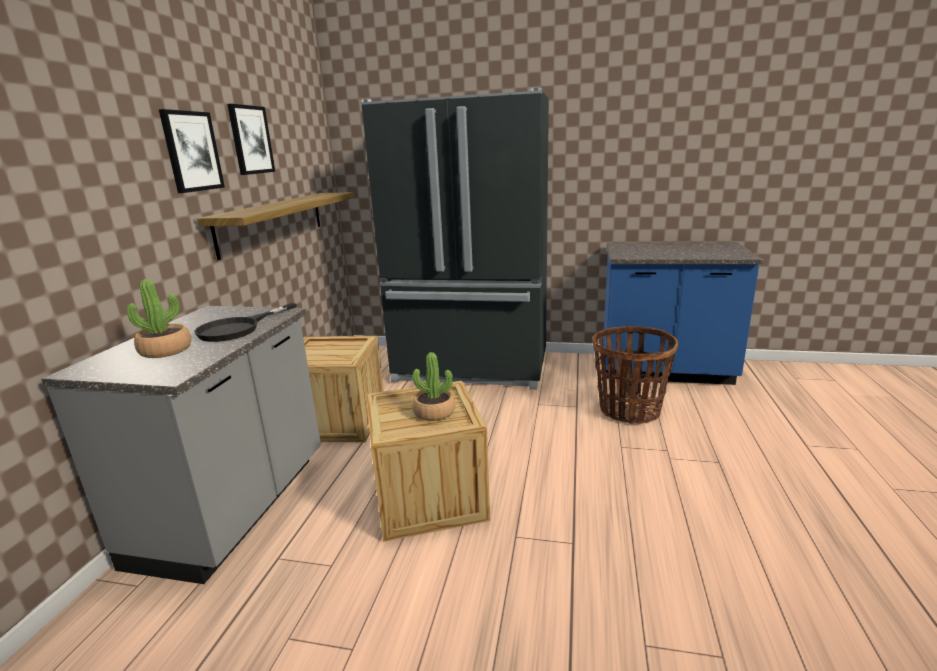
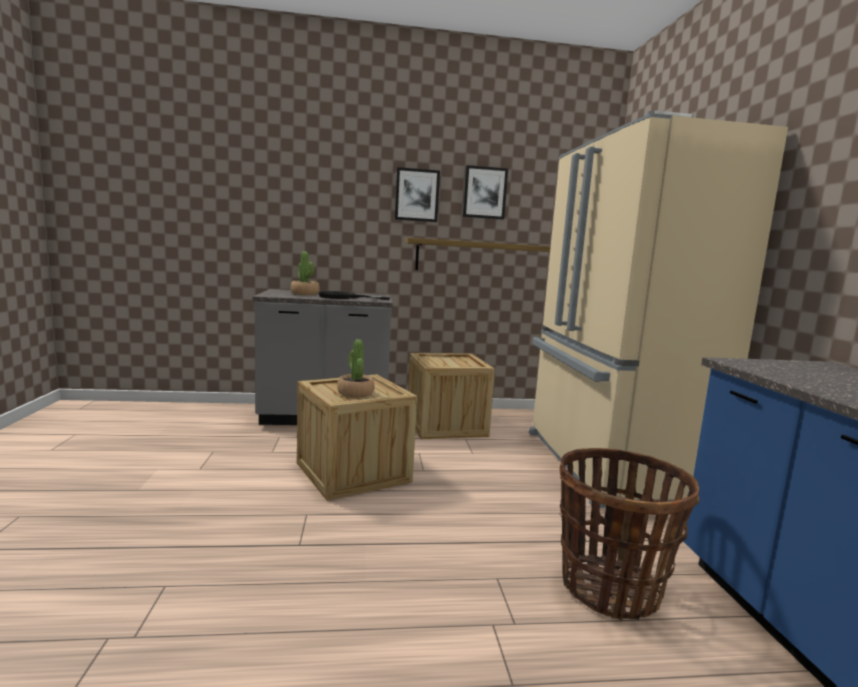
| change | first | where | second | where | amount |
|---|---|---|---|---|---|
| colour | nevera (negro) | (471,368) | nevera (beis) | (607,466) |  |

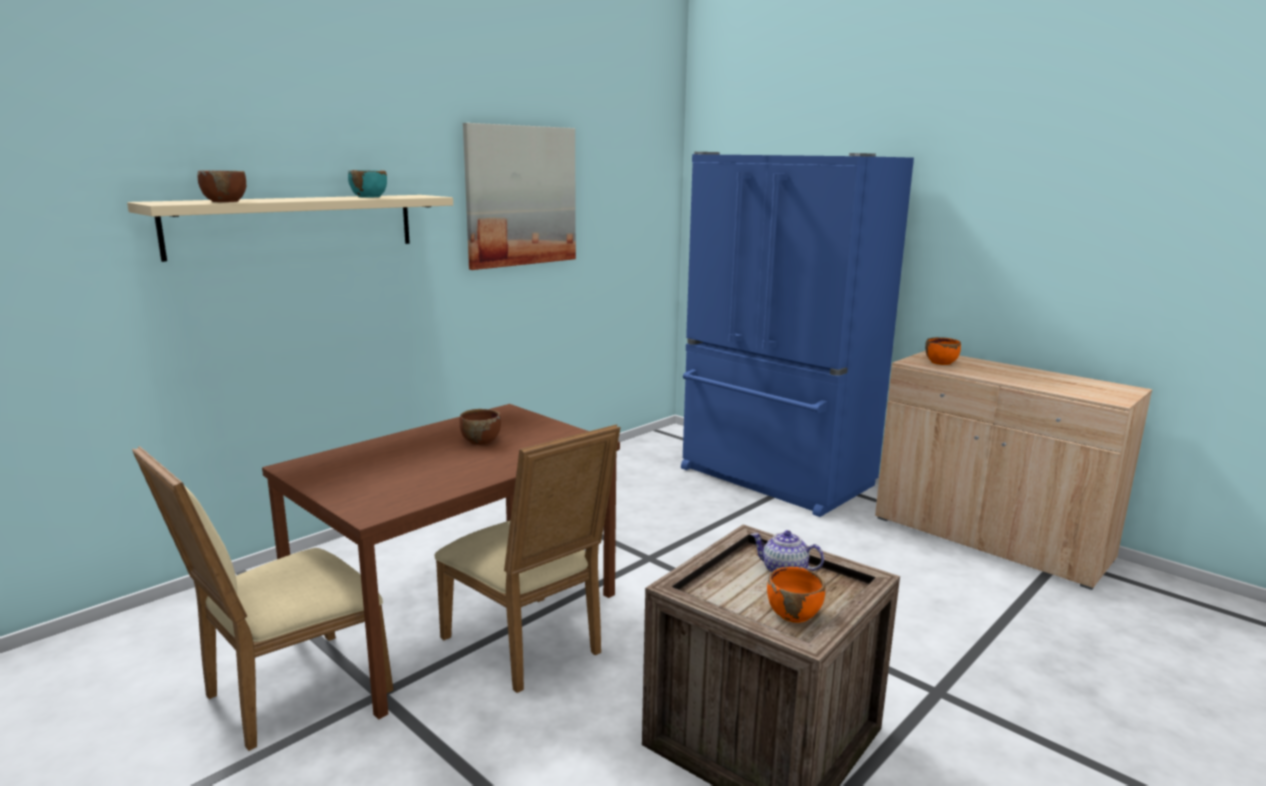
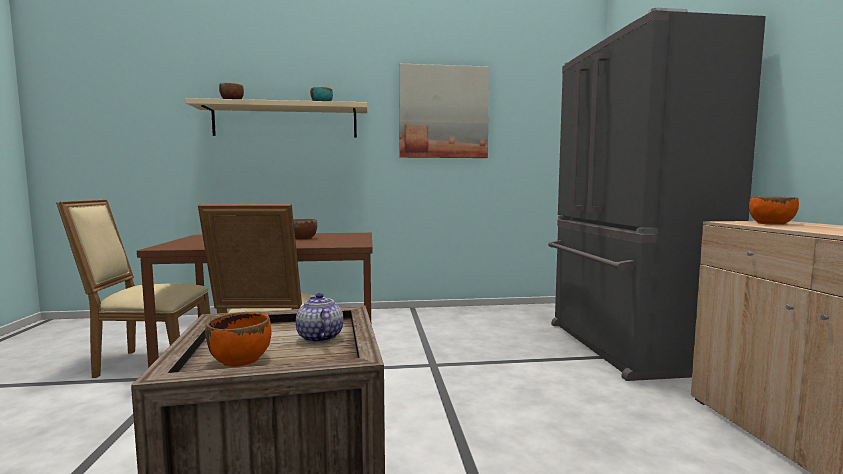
| change | first | where | second | where | amount |
|---|---|---|---|---|---|
| colour | nevera (azul) | (774,478) | nevera (gris) | (625,347) |  |

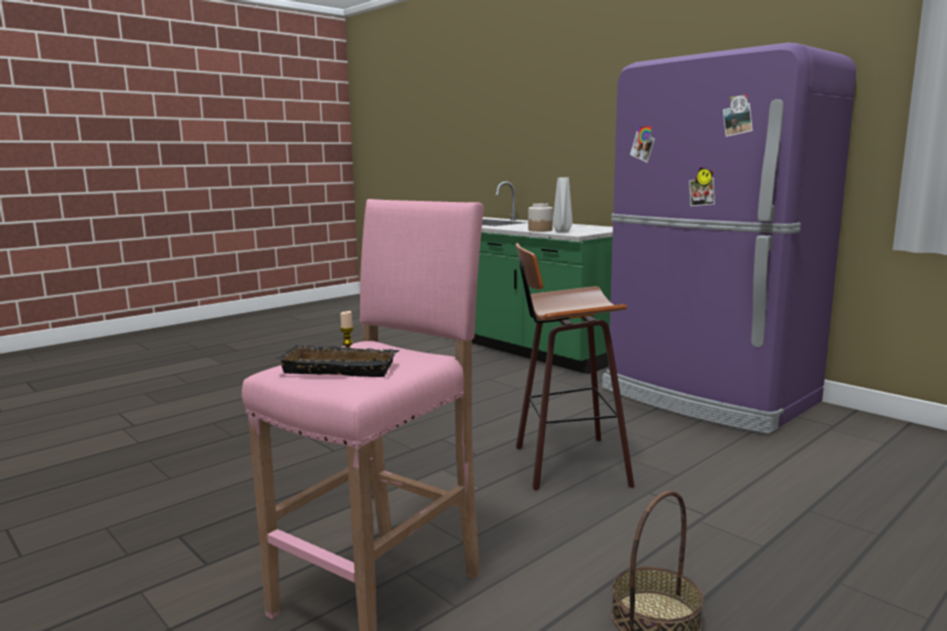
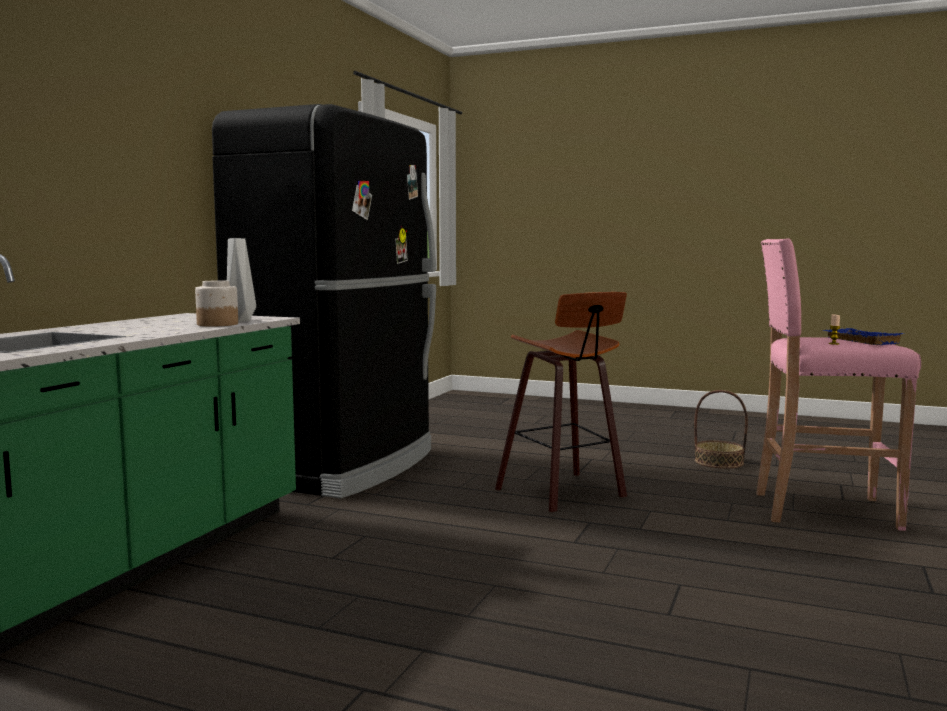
| change | first | where | second | where | amount |
|---|---|---|---|---|---|
| colour | nevera (morado) | (707,397) | nevera (negro) | (341,466) |  |
| colour | bandeja (negro) | (342,367) | bandeja (azul) | (859,341) |  |

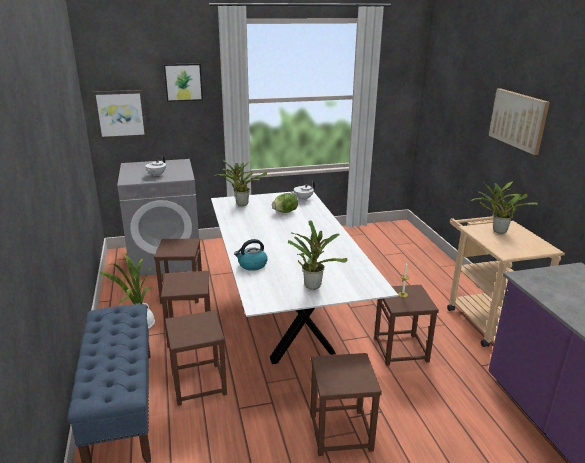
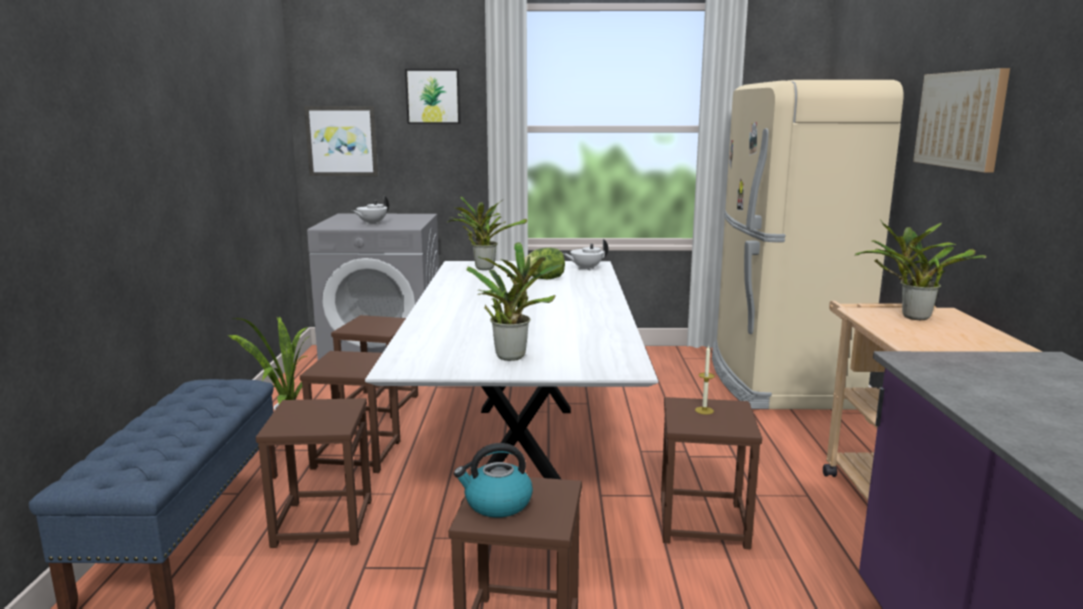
| change | first | where | second | where | amount |
|---|---|---|---|---|---|
| relocated | hervidor | (252,265) |  | (497,504) |  |
| appeared |  |  | nevera (beis) | (778,380) |  |

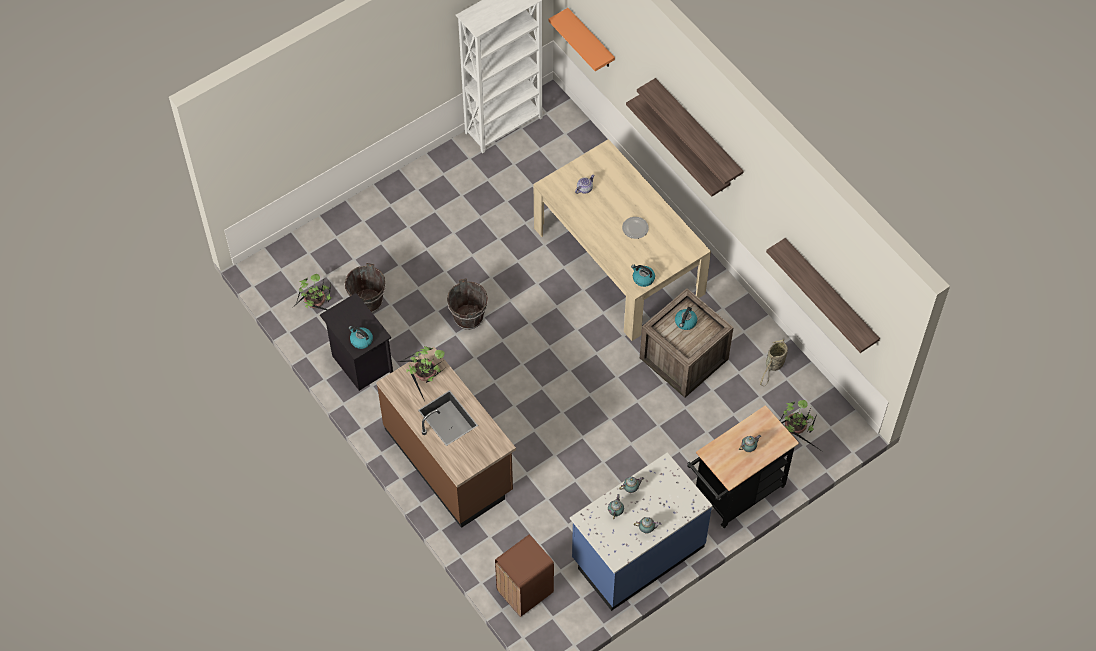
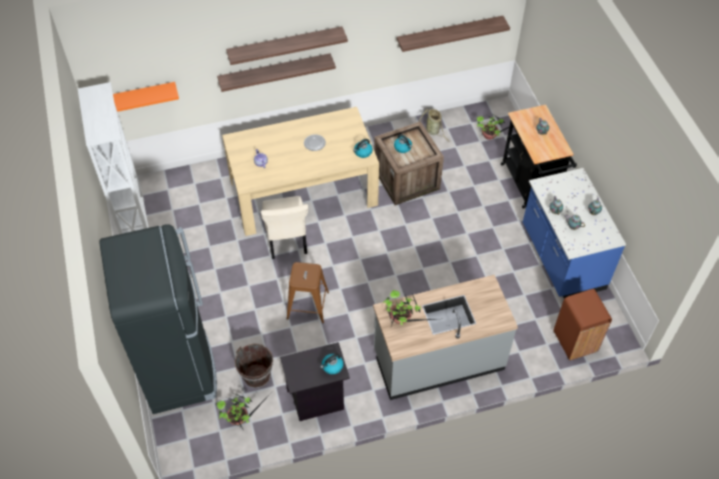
| change | first | where | second | where | amount |
|---|---|---|---|---|---|
| appeared |  |  | nevera (negro) | (179,368) |  |
| appeared |  |  | silla (beis) | (286,240) |  |
| exchanged | cubo (marrón) | (468,317) | taburete (marrón) | (308,305) |  |
| colour | mueble bajo de cocina (marrón) | (449,460) | mueble bajo de cocina (gris) | (438,359) |  |

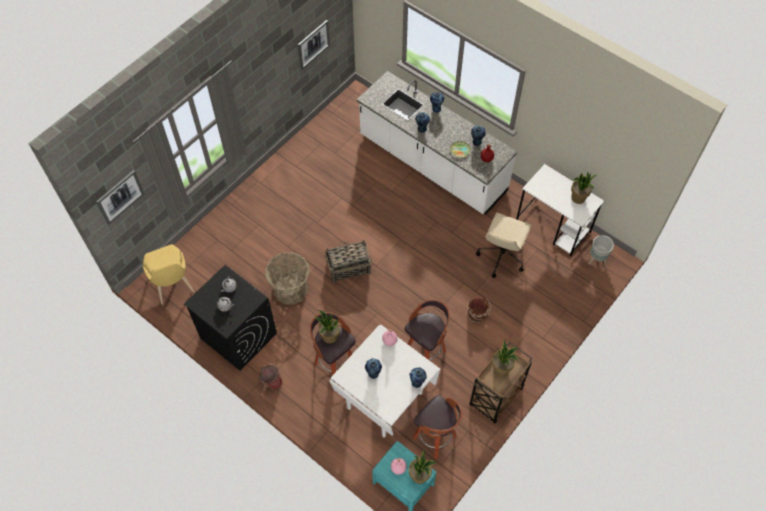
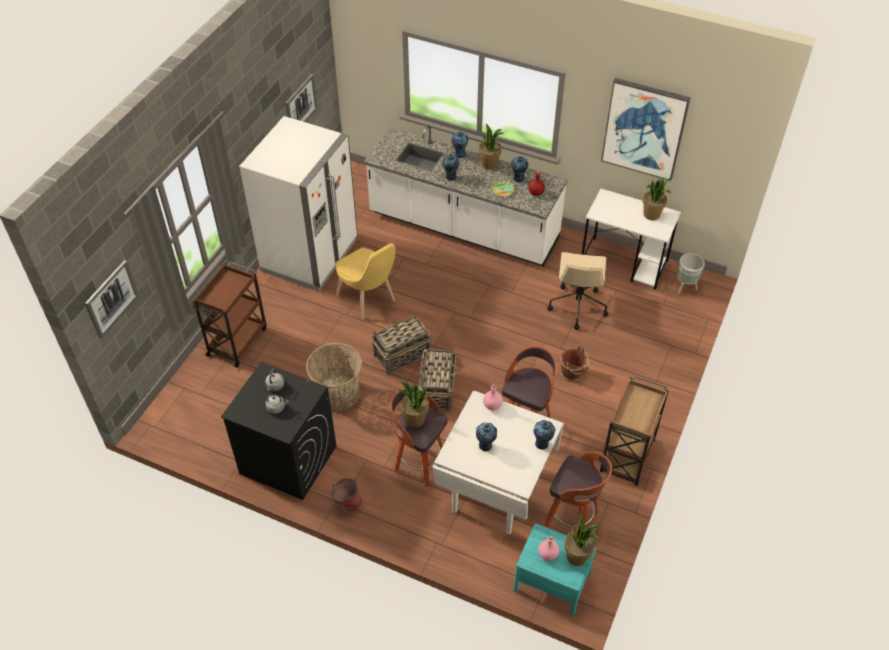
| change | first | where | second | where | amount |
|---|---|---|---|---|---|
| appeared |  |  | carrito (marrón) | (238,341) |  |
| appeared |  |  | nevera (blanco) | (310,256) |  |
| relocated | silla (amarillo) | (173,286) |  | (368,300) |  |
| appeared |  |  | cesta | (437,389) |  |
| relocated | planta en maceta | (501,369) |  | (489,164) |  |
| appeared |  |  | cuadro | (644,128) |  |

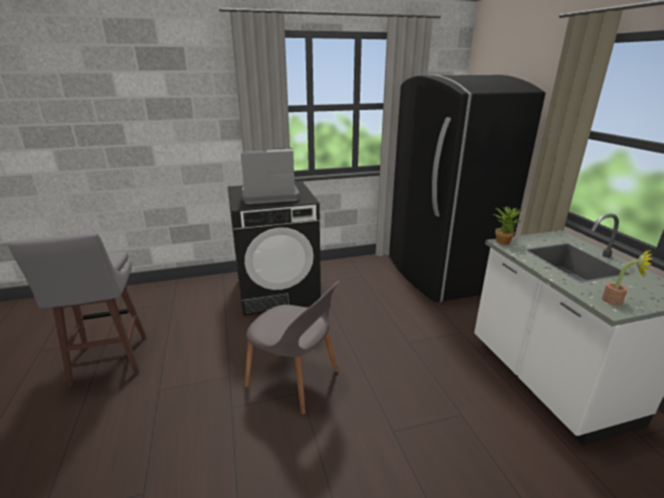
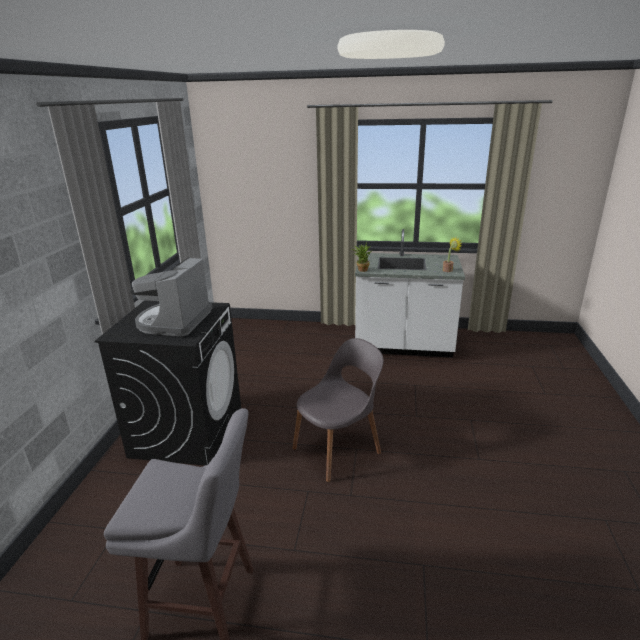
| change | first | where | second | where | amount |
|---|---|---|---|---|---|
| missing | nevera (negro) | (438,272) |  |  |  |

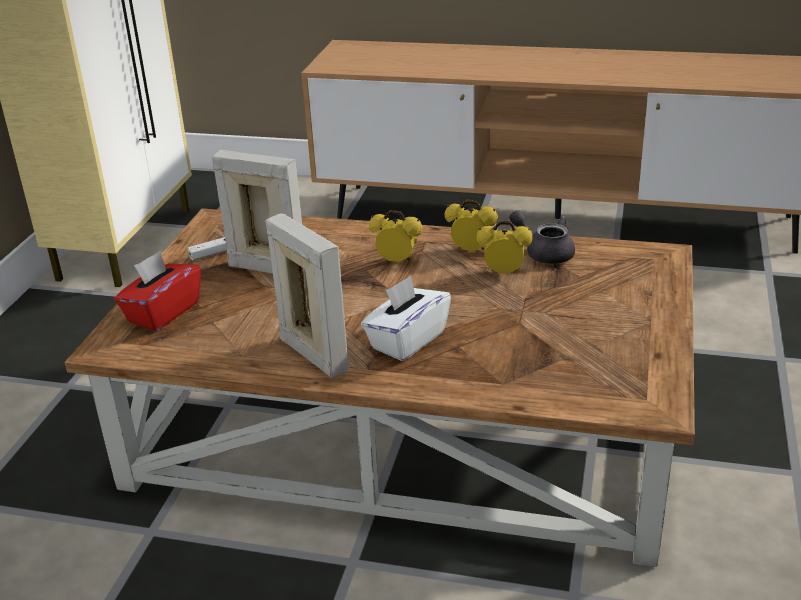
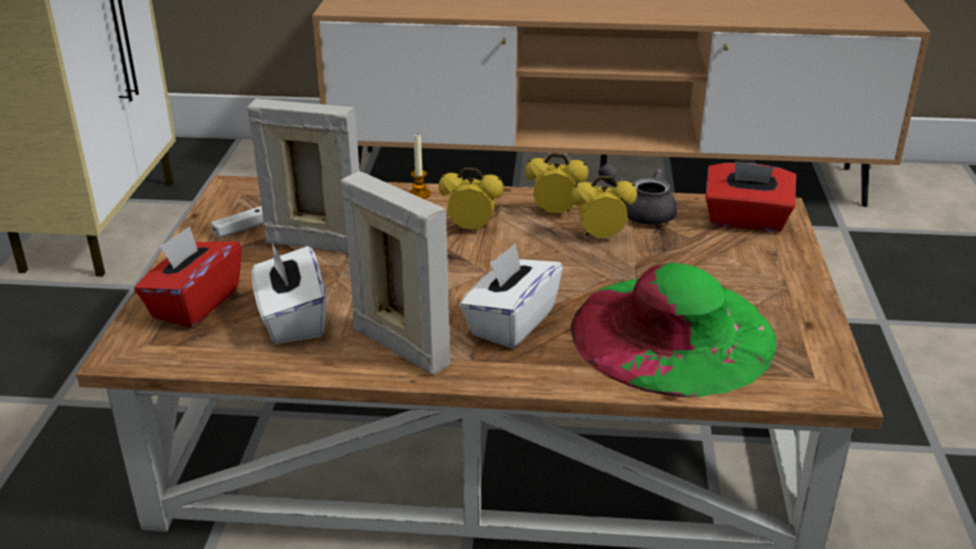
| change | first | where | second | where | amount |
|---|---|---|---|---|---|
| appeared |  |  | caja de pañuelos (blanco) | (291,320) |  |
| appeared |  |  | vela | (419,194) |  |
| appeared |  |  | sombrero (verde) | (672,334) |  |
| appeared |  |  | caja de pañuelos (rojo) | (745,221) |  |

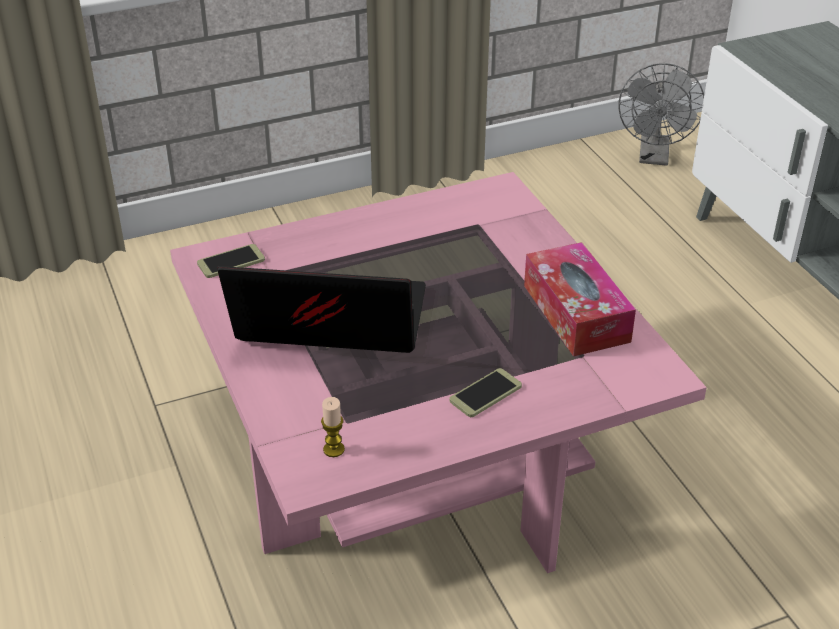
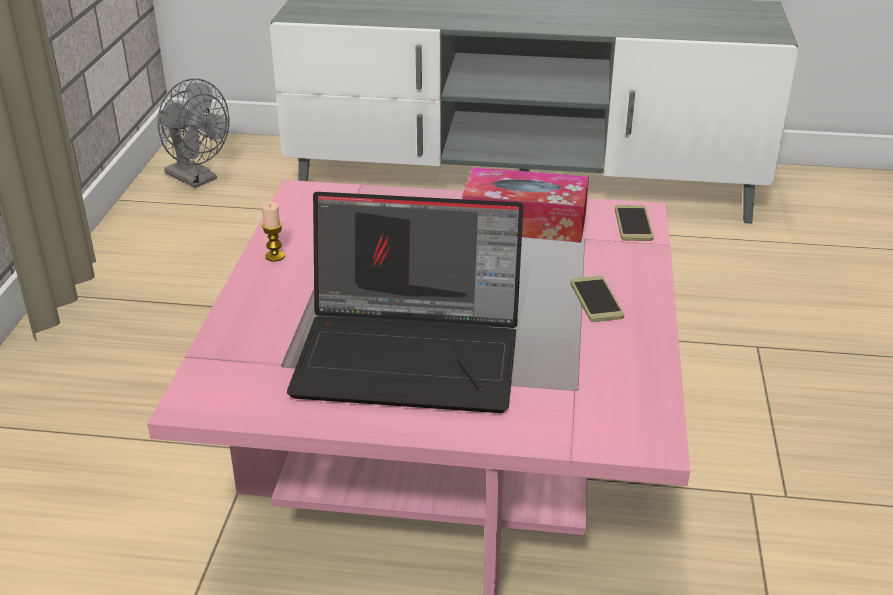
| change | first | where | second | where | amount |
|---|---|---|---|---|---|
| relocated | vela | (333,449) |  | (275,256) |  |
| spun | portátil | (327,325) |  | (412,354) | 120 degrees counterclockwise |
| relocated | móvil | (231,262) |  | (633,224) |  |

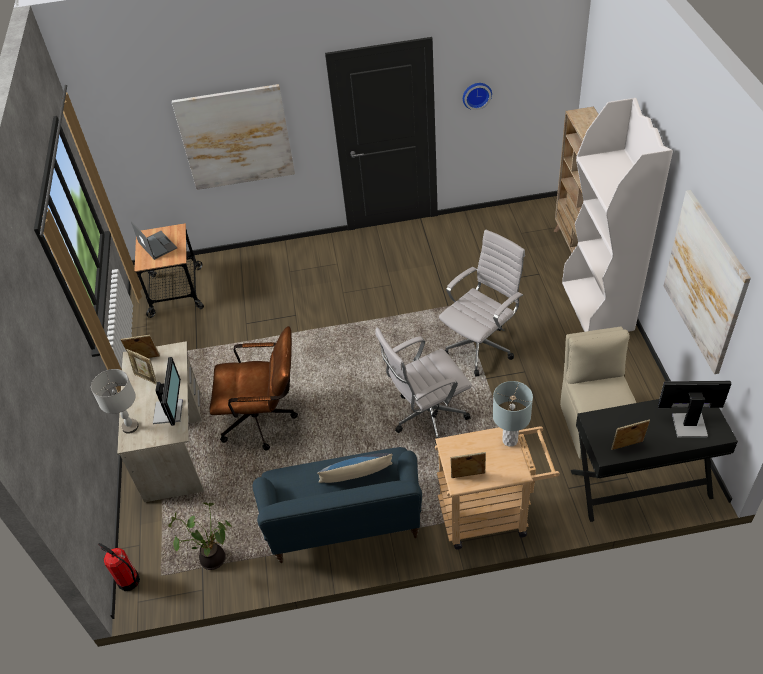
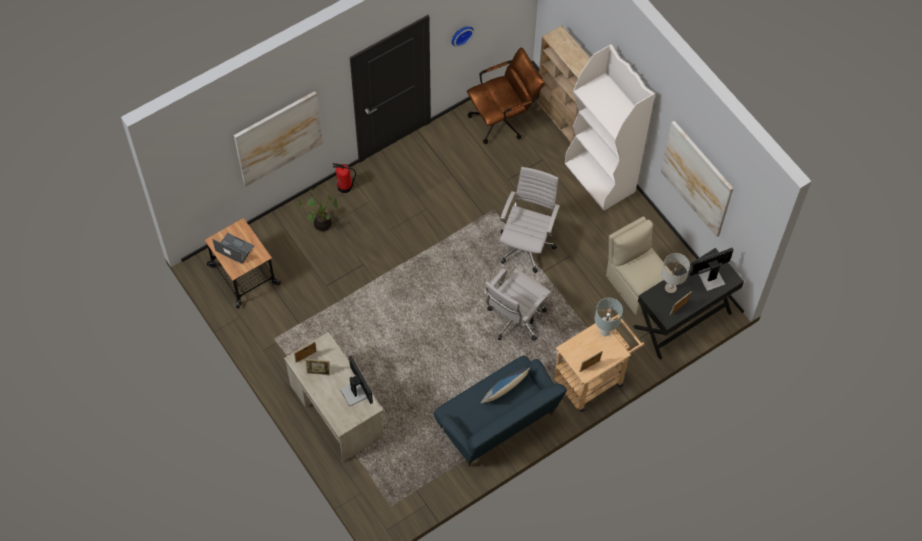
| change | first | where | second | where | amount |
|---|---|---|---|---|---|
| relocated | planta en maceta | (213,557) |  | (321,223) |  |
| relocated | extintor | (129,581) |  | (344,187) |  |
| relocated | silla de oficina (marrón) | (264,420) |  | (503,119) |  |
| relocated | lámpara de mesa (gris) | (130,427) |  | (670,289) |  |

